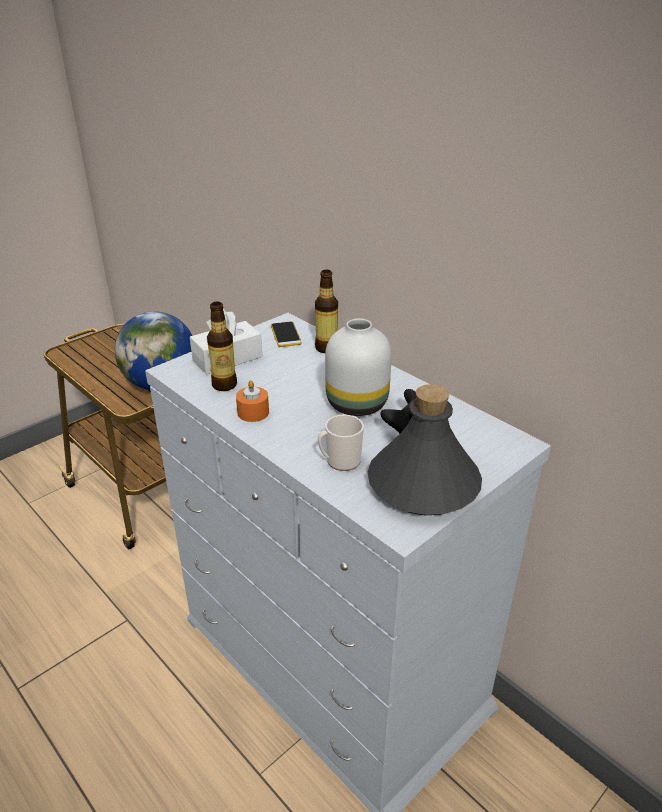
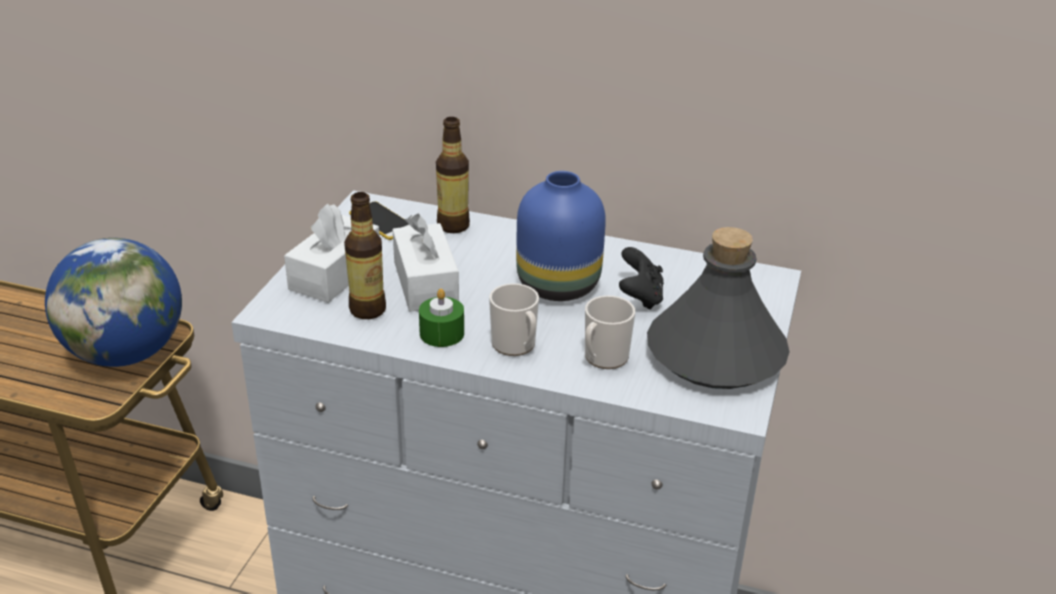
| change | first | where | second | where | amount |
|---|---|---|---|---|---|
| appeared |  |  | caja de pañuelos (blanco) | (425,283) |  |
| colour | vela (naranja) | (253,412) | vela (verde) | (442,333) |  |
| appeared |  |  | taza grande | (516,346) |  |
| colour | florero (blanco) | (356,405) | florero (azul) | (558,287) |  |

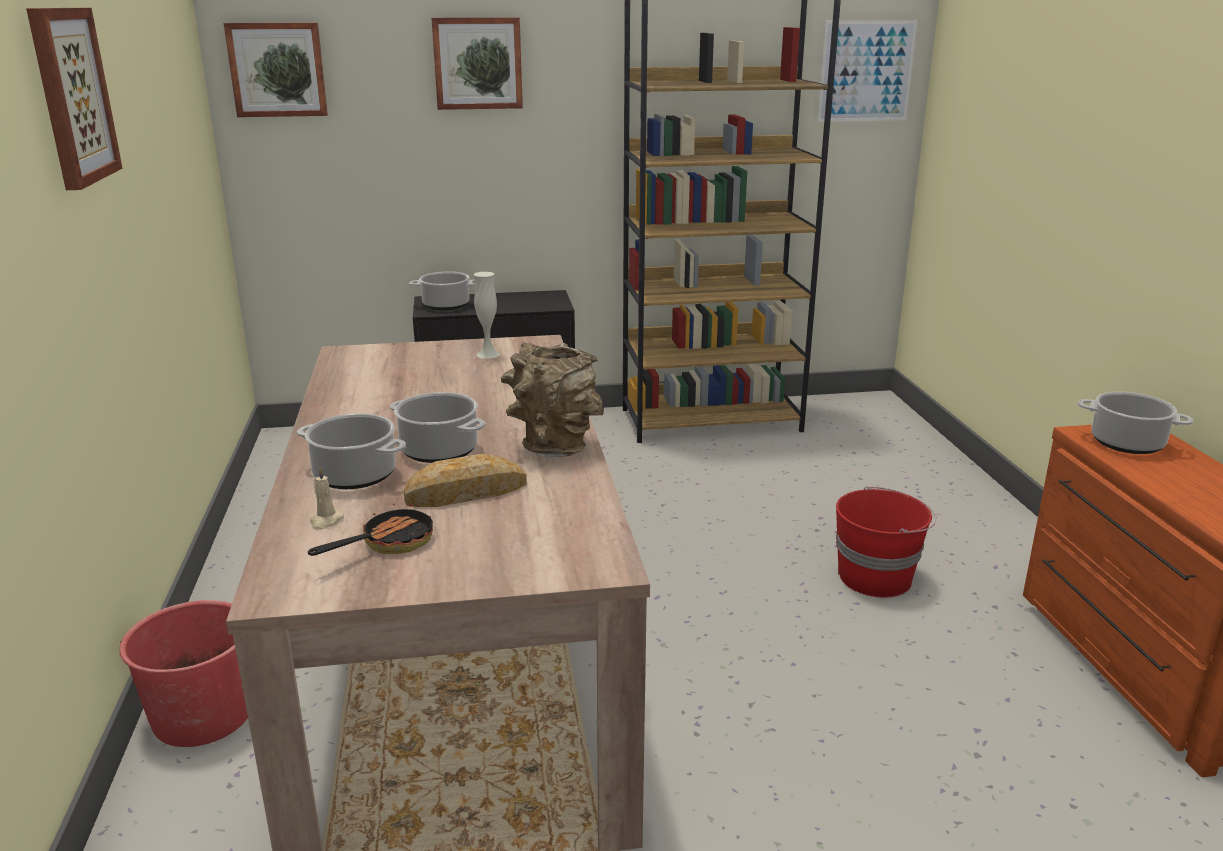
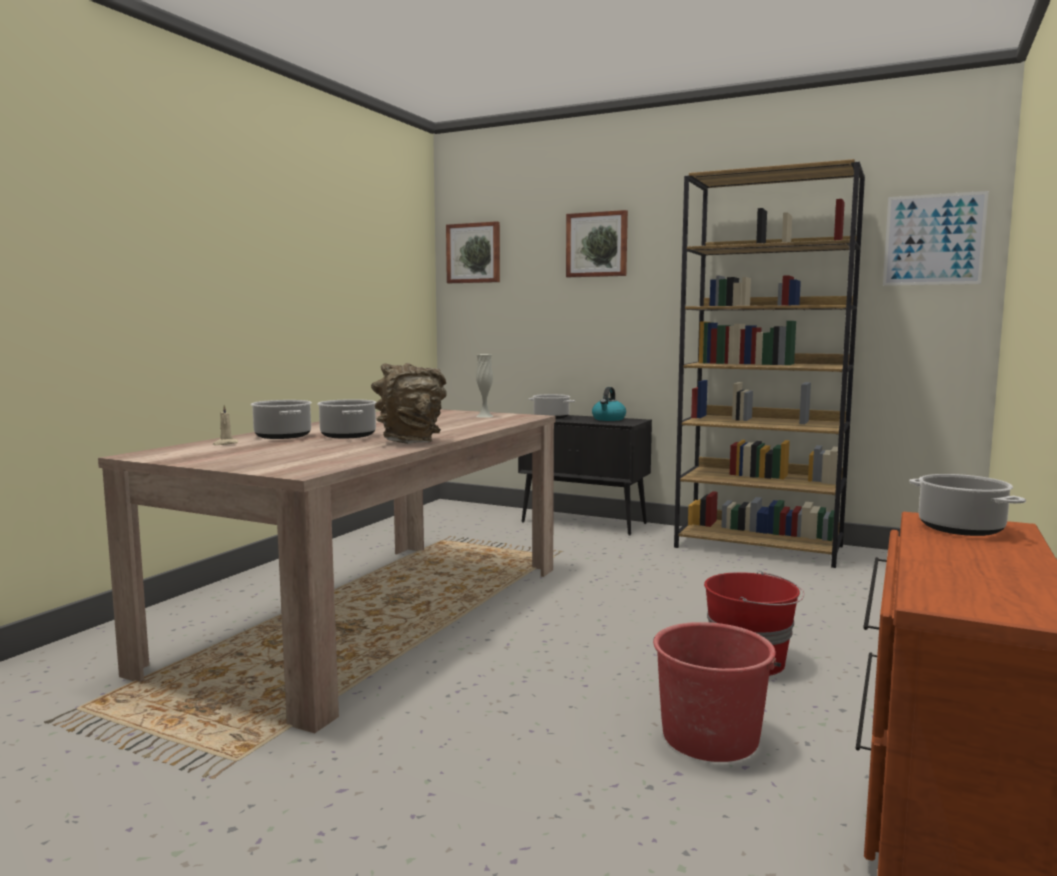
| change | first | where | second | where | amount |
|---|---|---|---|---|---|
| appeared |  |  | hervidor | (608,419) |  |
| relocated | cubo (rojo) | (203,714) |  | (710,736) |  |
| missing | cuadro | (71,96) |  |  |  |
| missing | sartén | (388,544) |  |  |  |
| missing | pan | (466,492) |  |  |  |

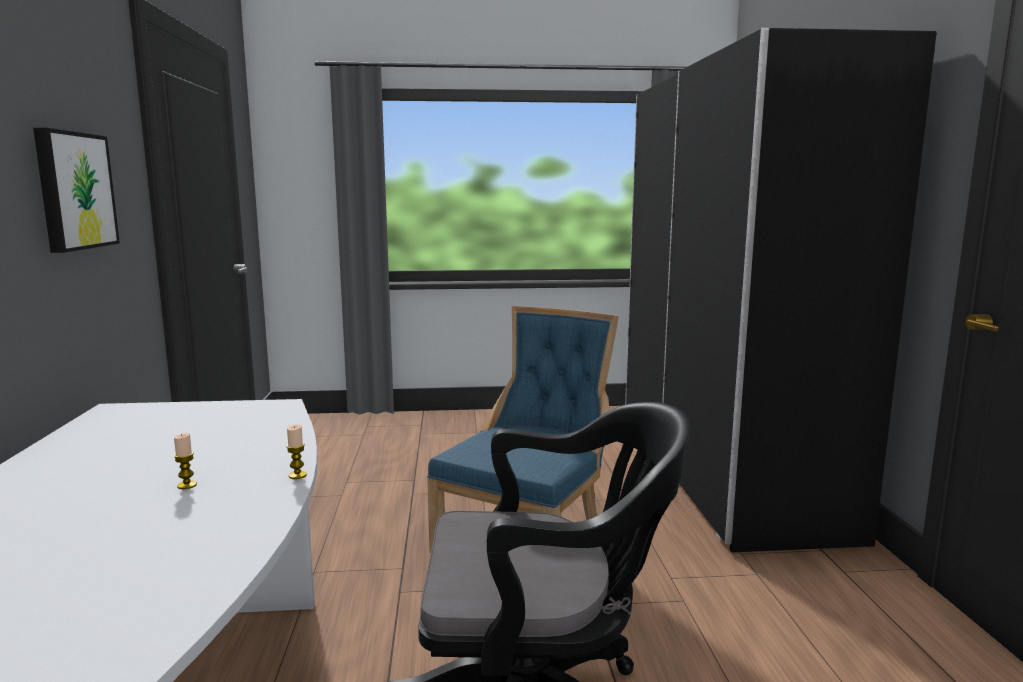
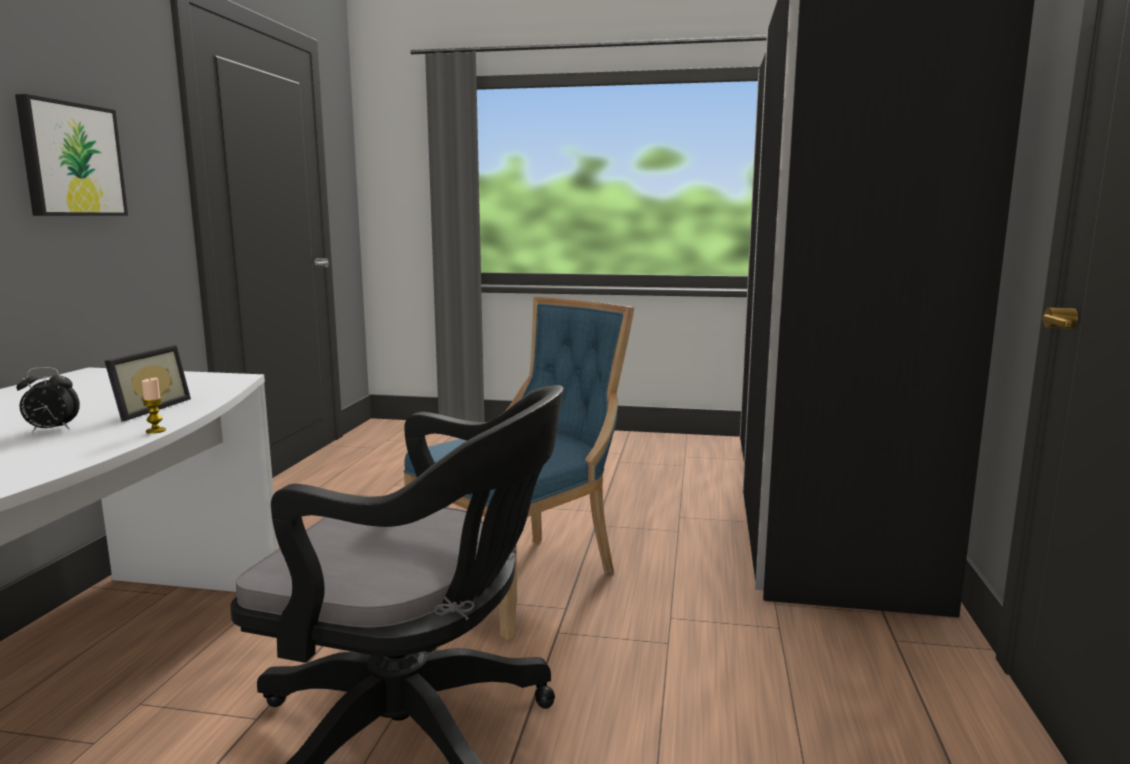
| change | first | where | second | where | amount |
|---|---|---|---|---|---|
| exchanged | vela | (187,485) | despertador | (51,430) |  |
| appeared |  |  | portarretratos | (145,409) |  |

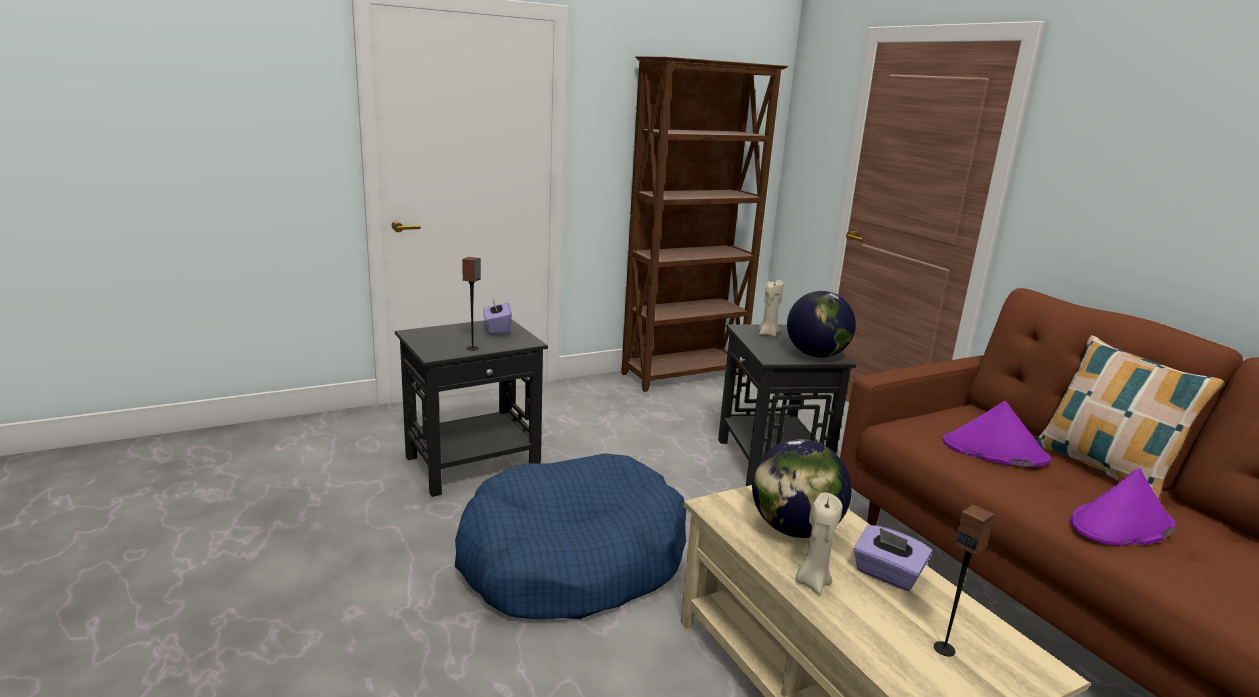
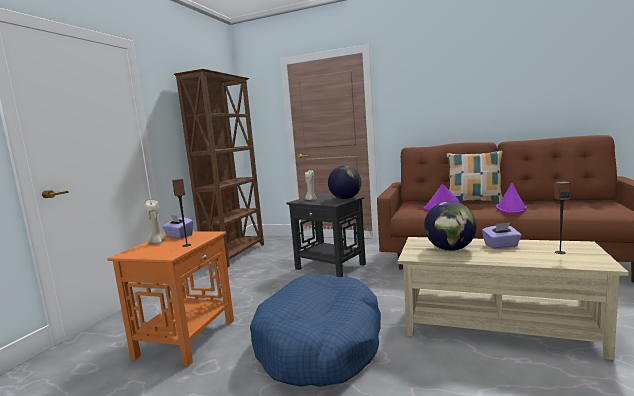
| change | first | where | second | where | amount |
|---|---|---|---|---|---|
| colour | mesa auxiliar (negro) | (474,464) | mesa auxiliar (naranja) | (187,337) |  |
| relocated | vela (beis) | (812,582) |  | (156,242) |  |

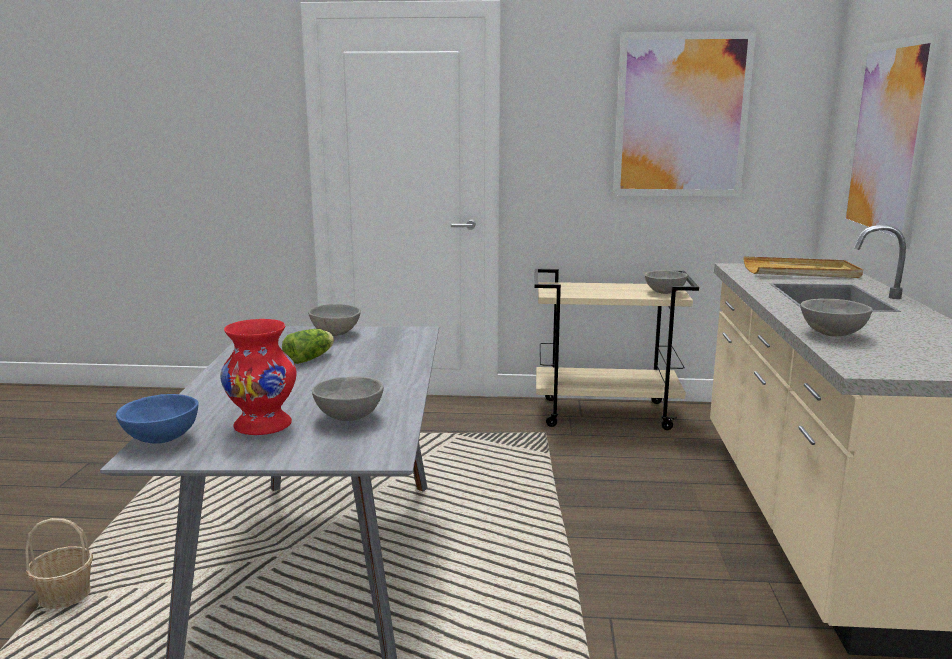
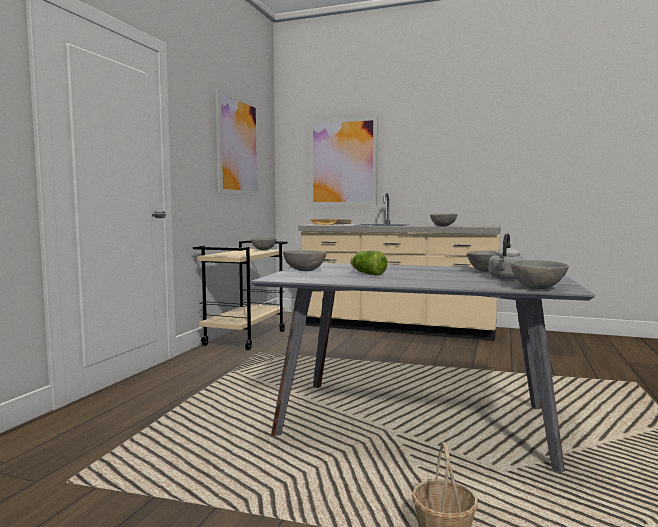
| change | first | where | second | where | amount |
|---|---|---|---|---|---|
| exchanged | florero (rojo) | (261,426) | hervidor (gris) | (506,278) |  |
| colour | cuenco (azul) | (160,440) | cuenco (gris) | (538,288) |  |

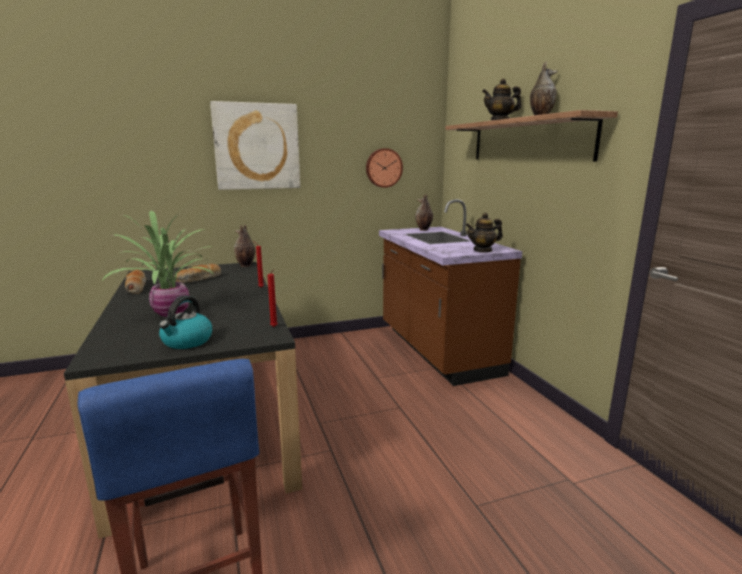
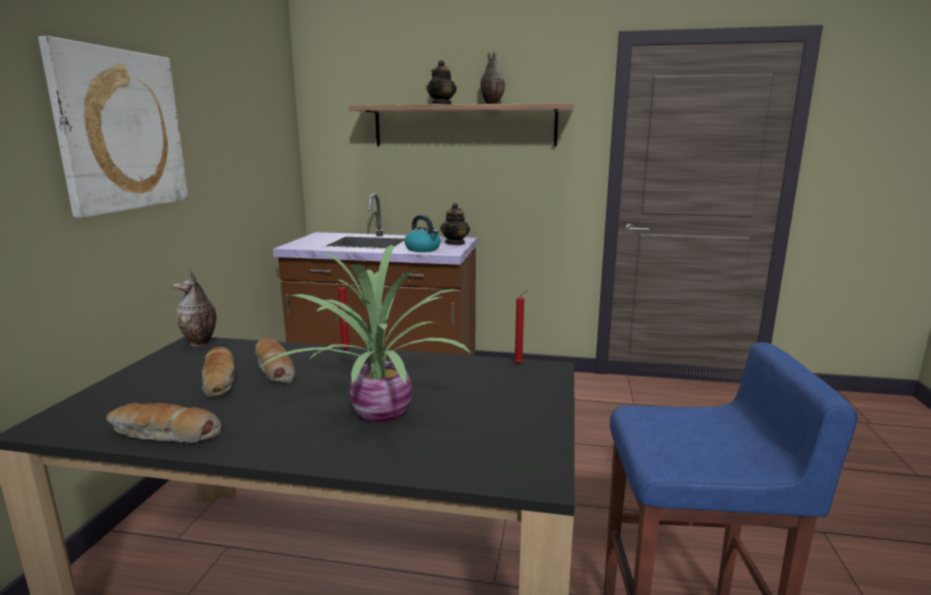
| change | first | where | second | where | amount |
|---|---|---|---|---|---|
| appeared |  |  | pan | (273,369) |  |
| relocated | hervidor | (187,341) |  | (423,249) |  |
| missing | reloj de pared | (383,168) |  |  |  |
| missing | florero | (423,230) |  |  |  |

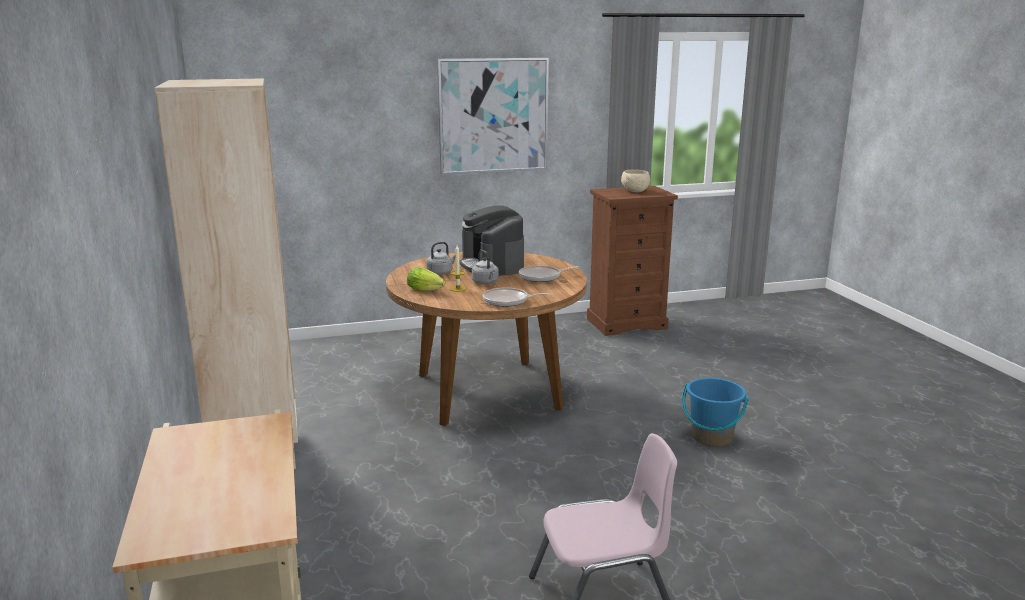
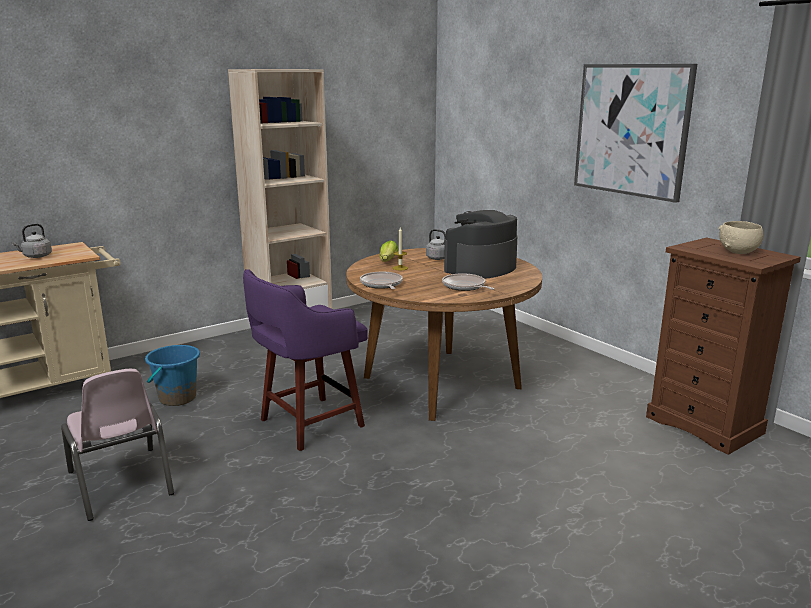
| change | first | where | second | where | amount |
|---|---|---|---|---|---|
| relocated | hervidor (gris) | (486,283) |  | (36,256) |  |
| relocated | cubo (azul) | (711,437) |  | (177,398) |  |
| appeared |  |  | taburete (morado) | (308,424) |  |

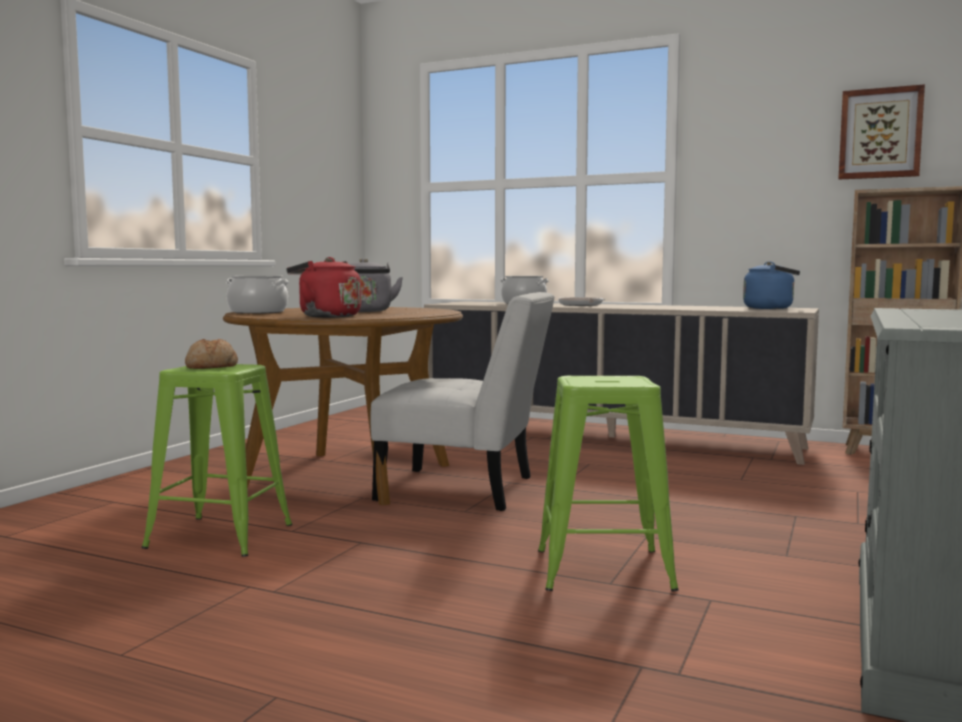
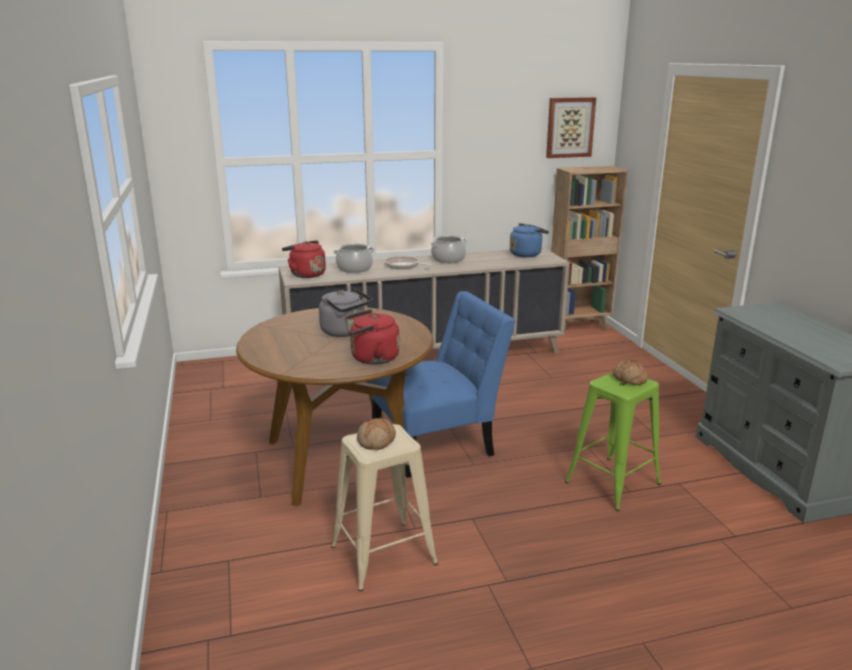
| change | first | where | second | where | amount |
|---|---|---|---|---|---|
| appeared |  |  | hervidor (rojo) | (306,274) |  |
| colour | taburete (verde) | (221,536) | taburete (beis) | (384,555) |  |
| colour | silla (blanco) | (466,490) | silla (azul) | (438,443) |  |
| relocated | olla | (258,312) |  | (448,259) |  |
| appeared |  |  | pan | (629,379) |  |

